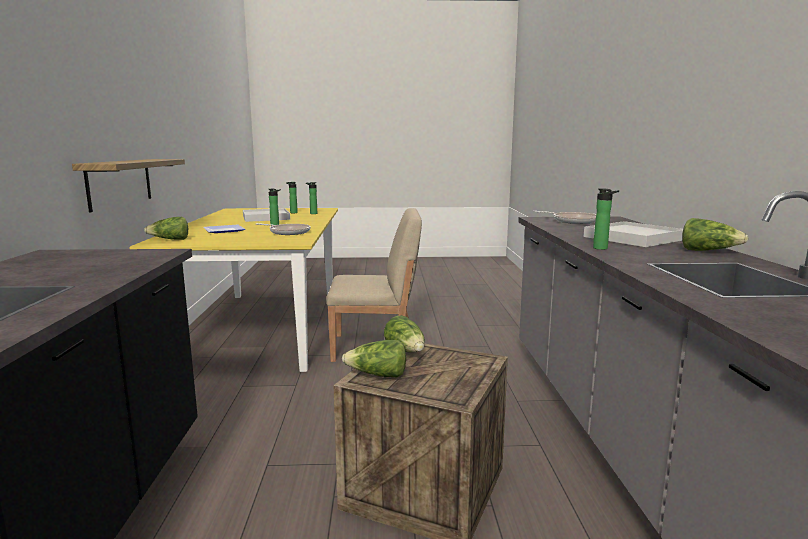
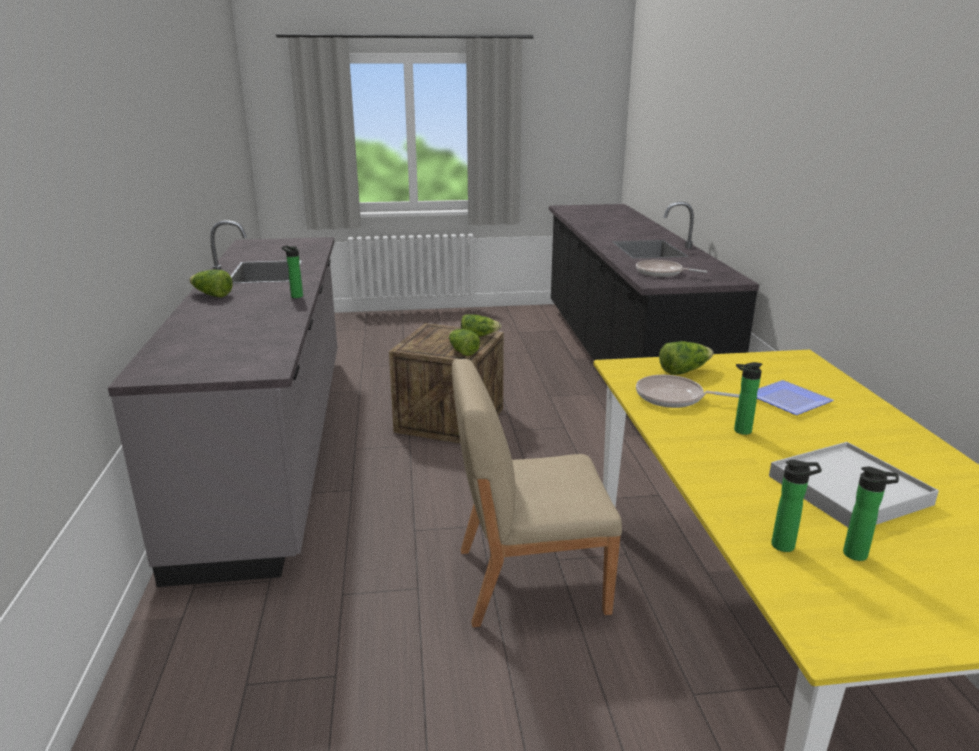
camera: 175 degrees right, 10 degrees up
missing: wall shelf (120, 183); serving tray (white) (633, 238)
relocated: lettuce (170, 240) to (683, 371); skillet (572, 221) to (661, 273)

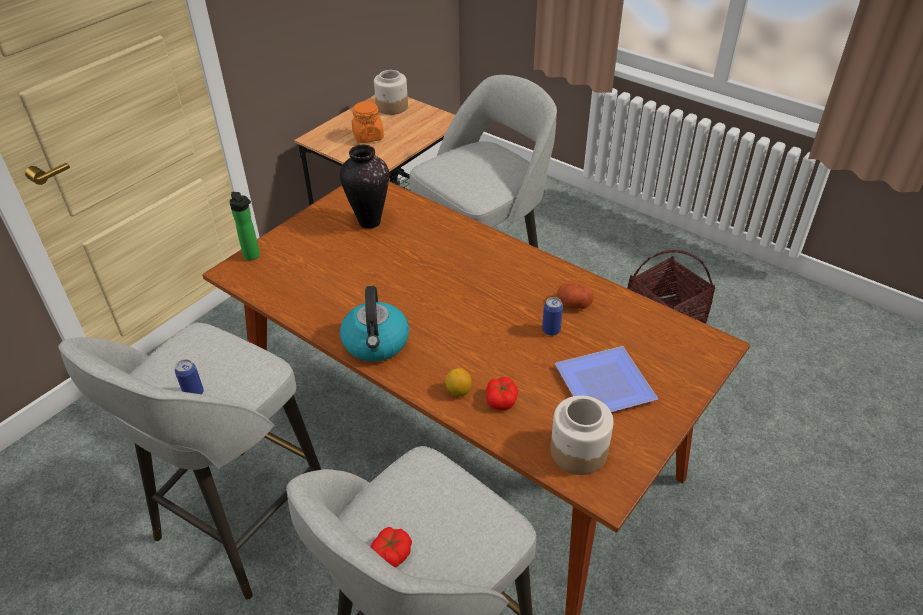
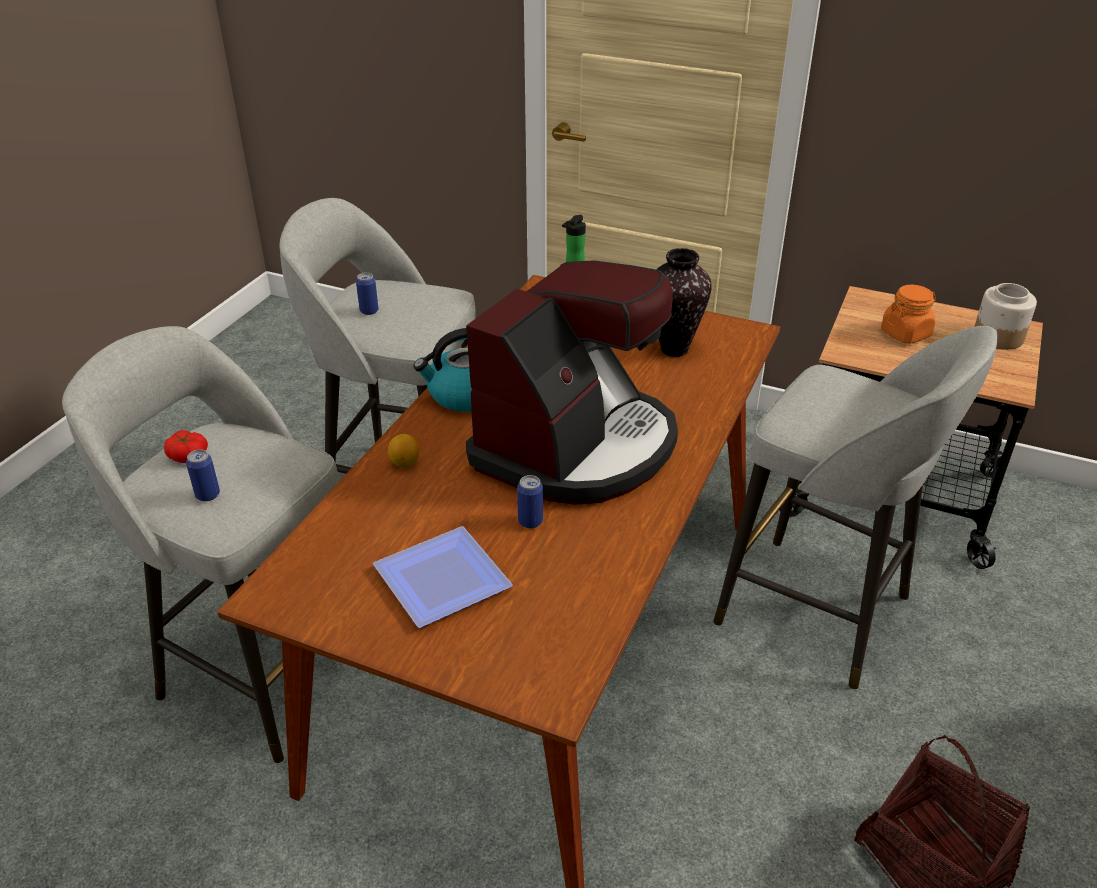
camera: 75 degrees right, 5 degrees down
missing: whole tomato (501, 400); preserve jar (578, 451); potato (573, 303)
appeared: metal can (208, 495); coffee brewer (577, 446)

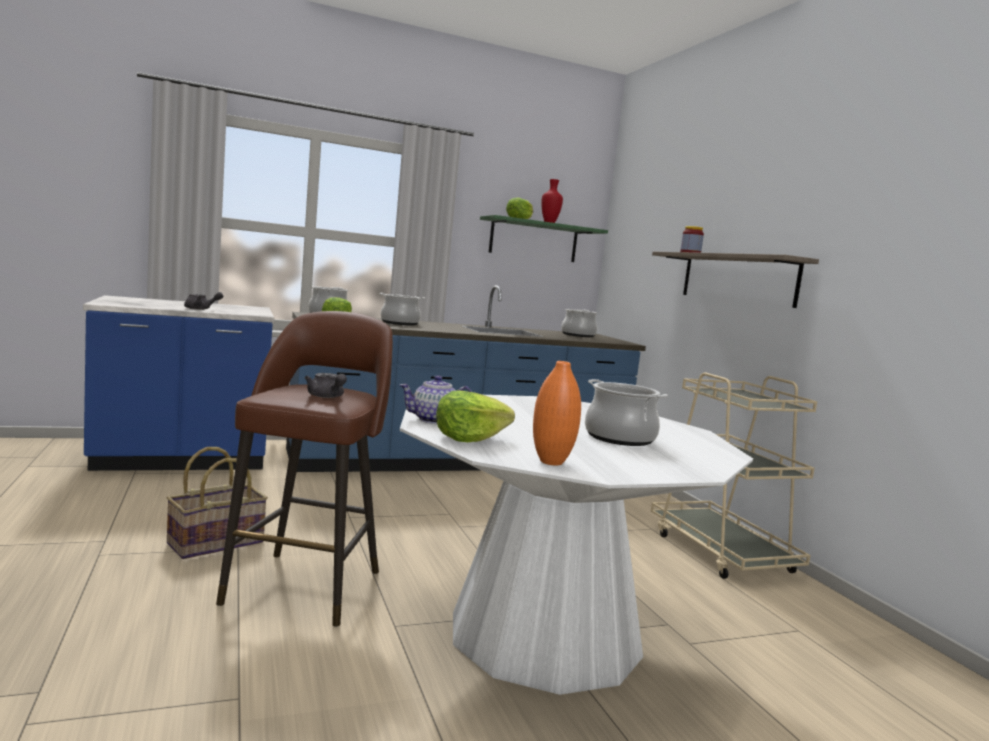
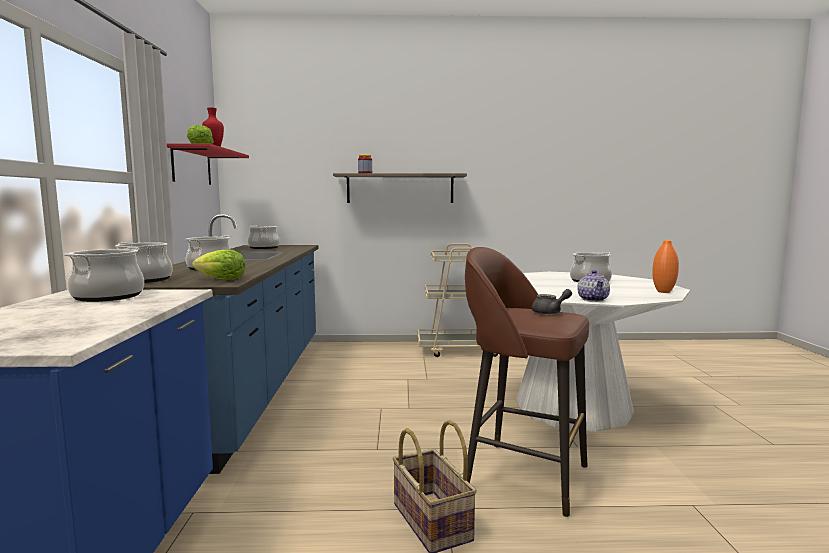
camera: 70 degrees left, 0 degrees up
missing: teapot (greyish) (201, 309); lettuce (469, 438)
appeared: saucepot (108, 296)
colour: wall shelf (greenish) (533, 240) to wall shelf (reddish) (191, 166)

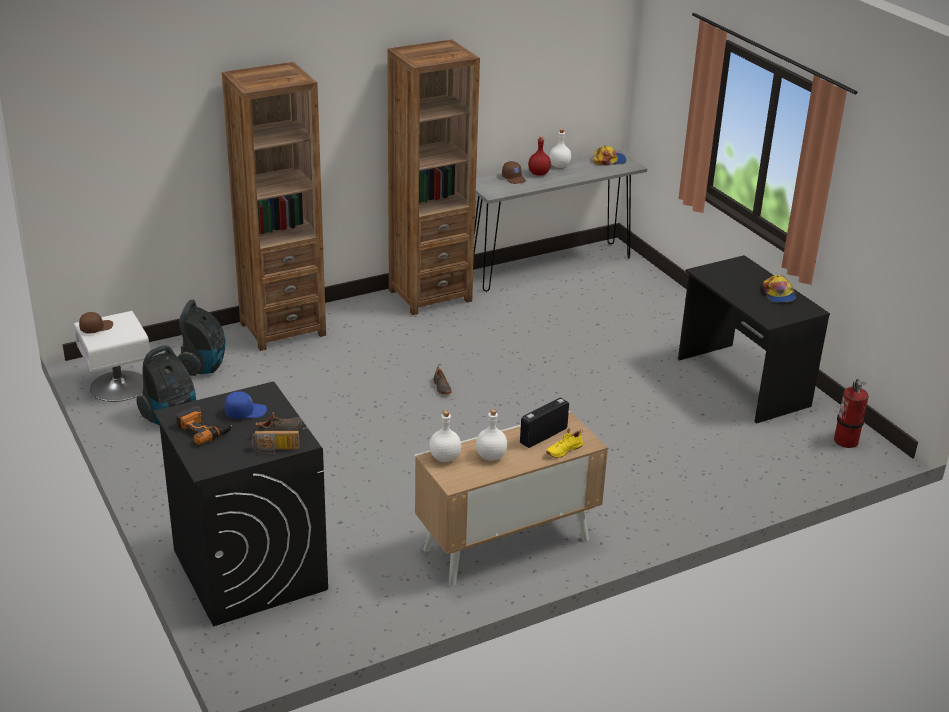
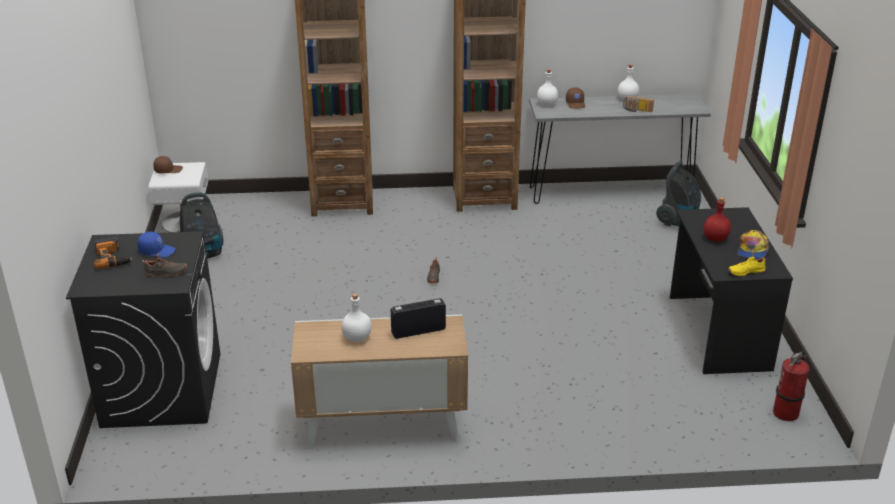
camera: 25 degrees right, 0 degrees up
missing: cap (609, 160)
relocated: vacuum (204, 366) to (678, 220); radio (275, 450) to (637, 110); drink bottle (white) (445, 458) to (546, 104); drink bottle (reddish) (539, 173) to (715, 238); shoe (yellow-coloured) (563, 450) to (745, 271)

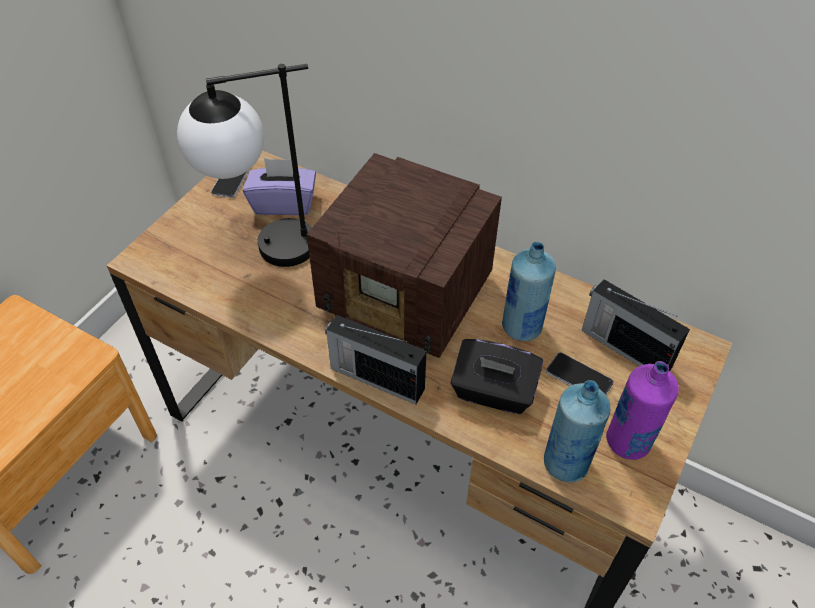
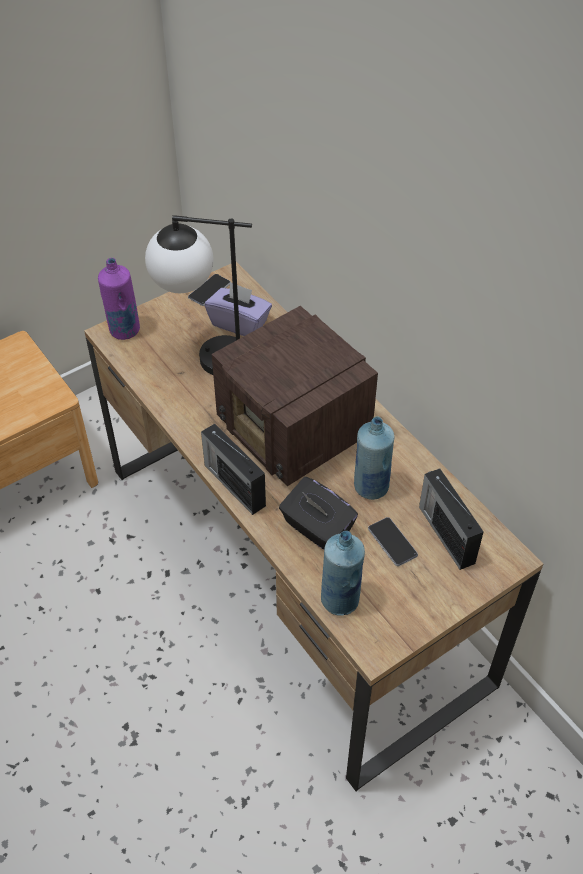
camera: 25 degrees right, 0 degrees up
relocated: drink bottle (purplish) (627, 442) to (124, 330)

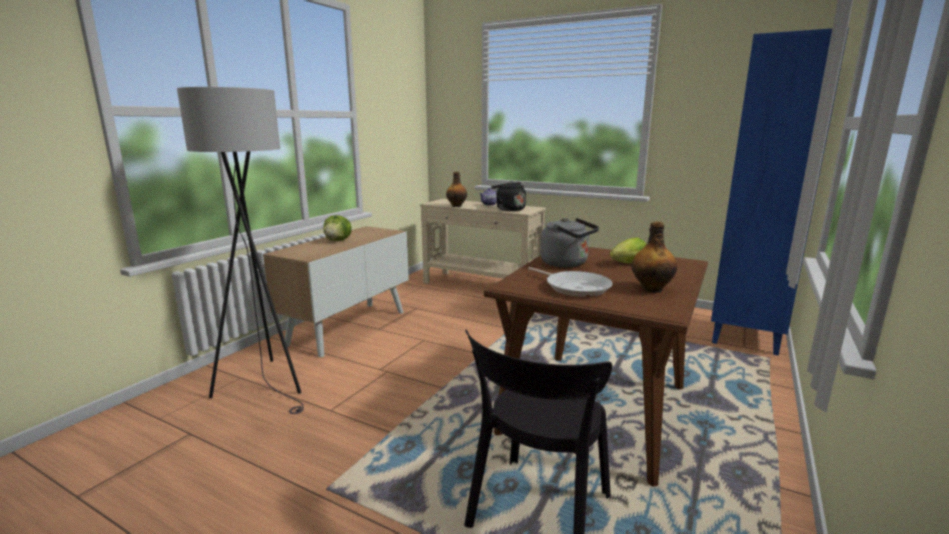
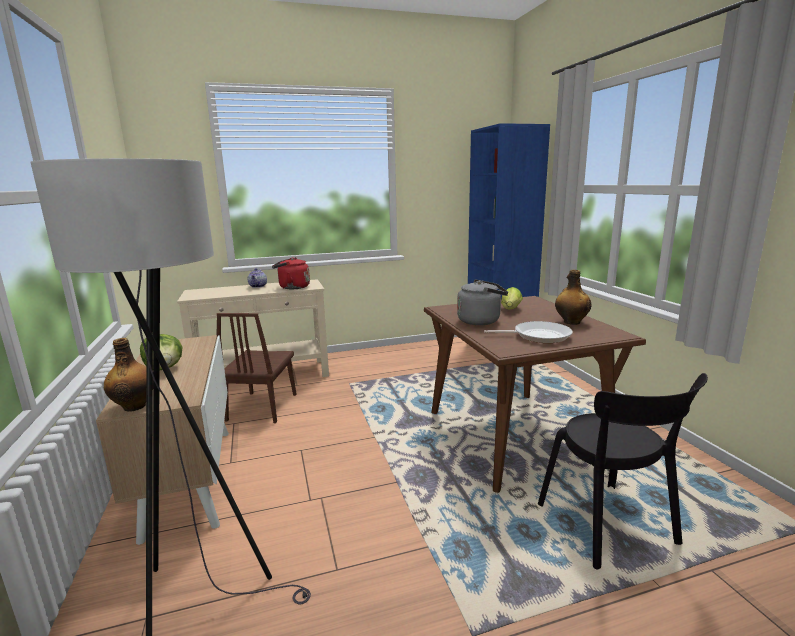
camera: 45 degrees left, 0 degrees up
appeared: plain chair (brown) (262, 407)
relocated: drink bottle (457, 206) to (135, 406)
colour: tea kettle (black-coloured) (508, 209) to tea kettle (reddish) (292, 287)

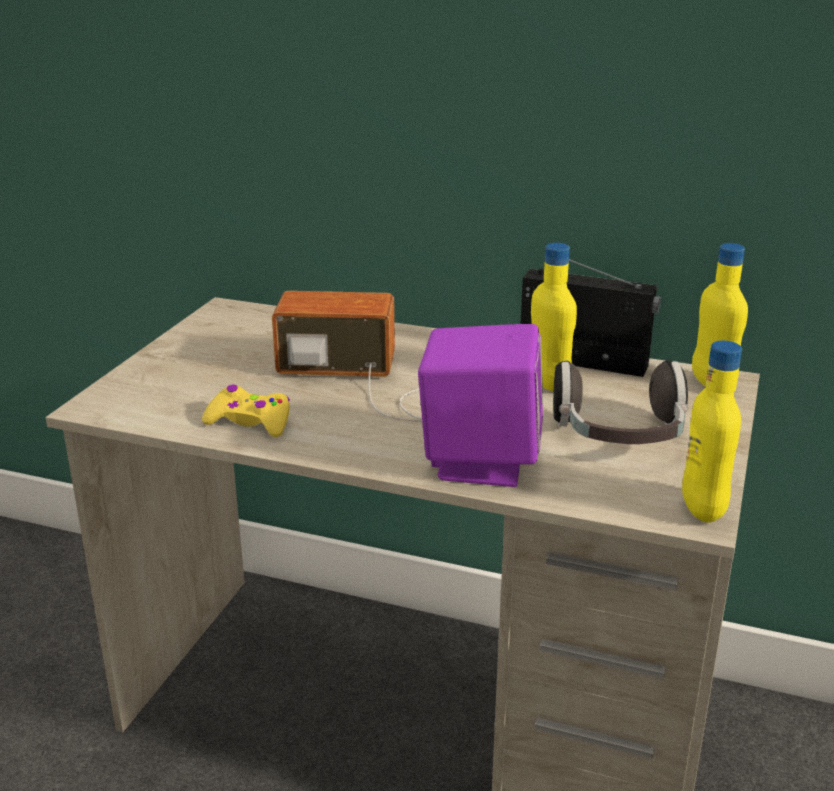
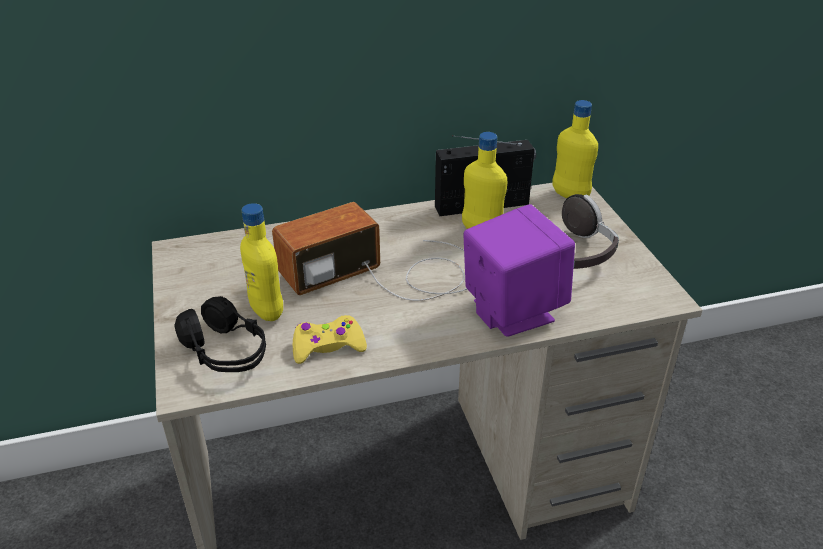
camera: 35 degrees left, 10 degrees up
appeared: headset (black-coloured) (226, 352)
relocated: drink bottle (yellow-coloured) (703, 508) to (267, 311)

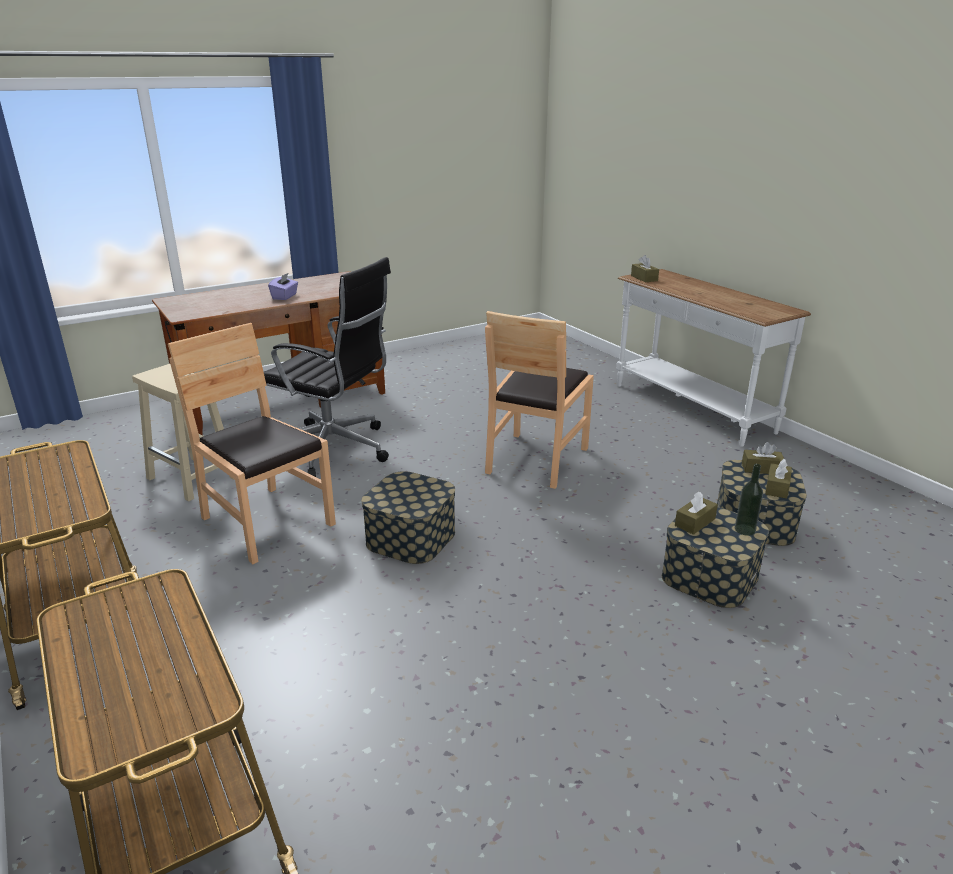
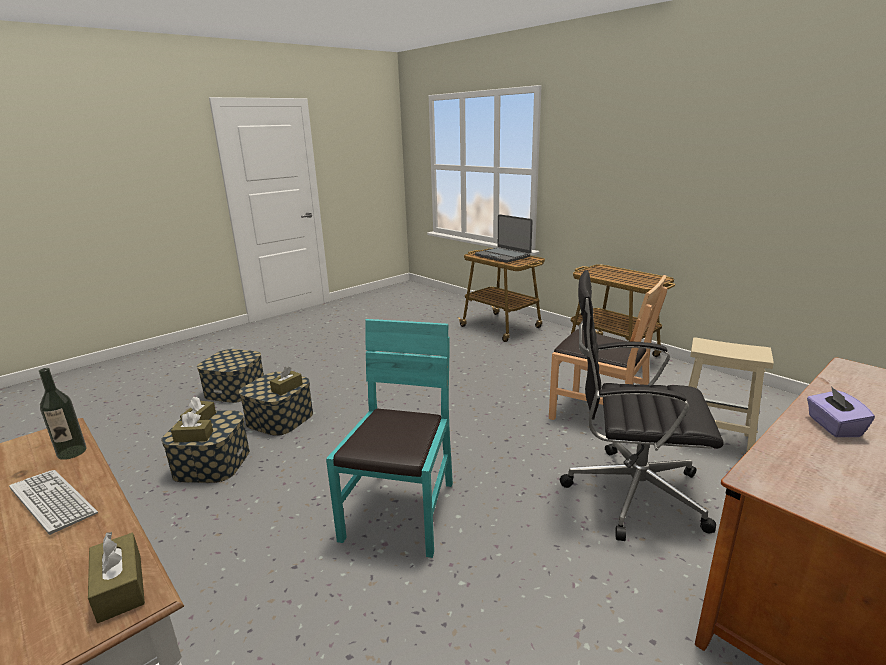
camera: 170 degrees right, 5 degrees down
appeared: keyboard (53, 501); portable computer (503, 256)
relocated: storage bin (411, 537) to (235, 389); drink bottle (744, 530) to (72, 452)
colour: plain chair (brown) (536, 459) to plain chair (blue-green) (401, 511)

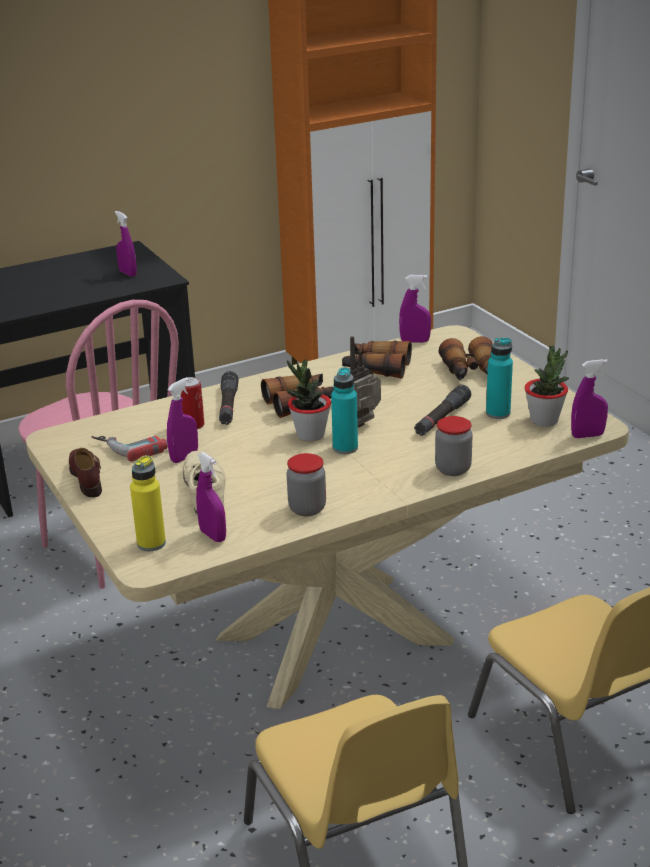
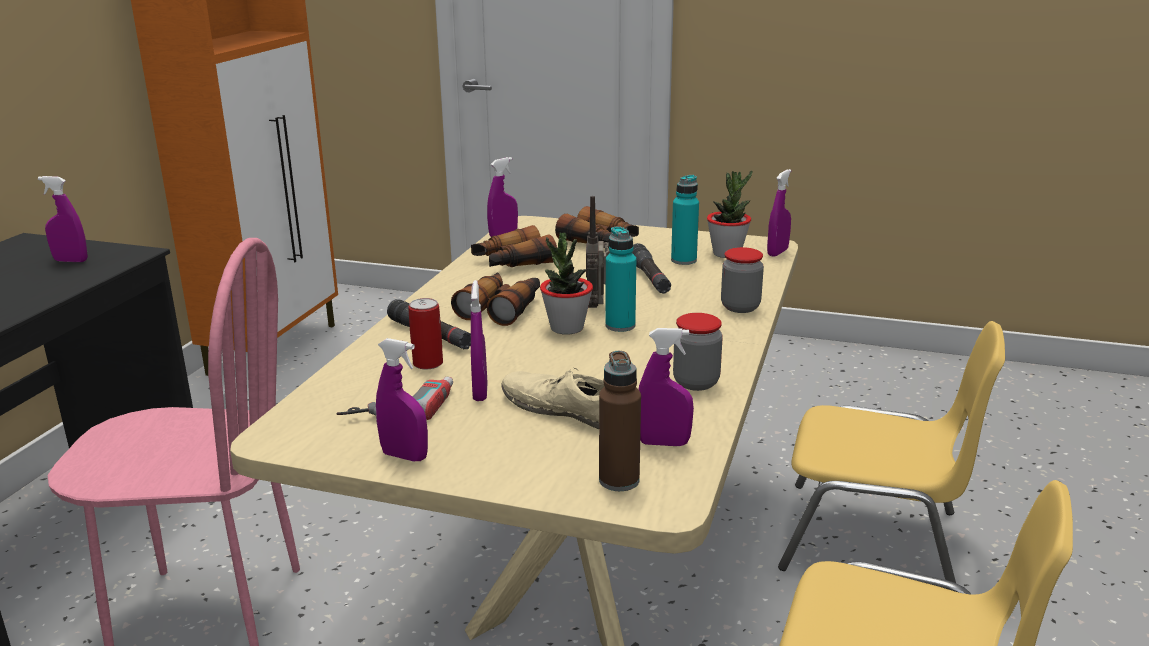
camera: 45 degrees left, 5 degrees down
exchanged: shoe (brown) (86, 477) to hand sprayer (purplish) (404, 456)
colour: drink bottle (yellow-coloured) (151, 543) to drink bottle (brown) (619, 480)

